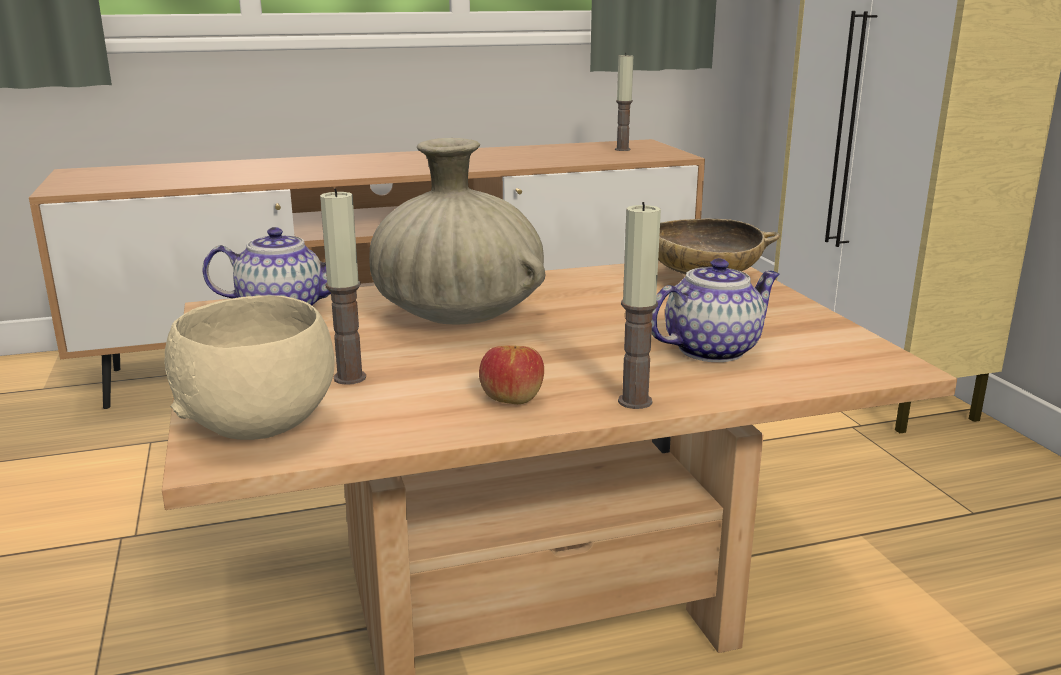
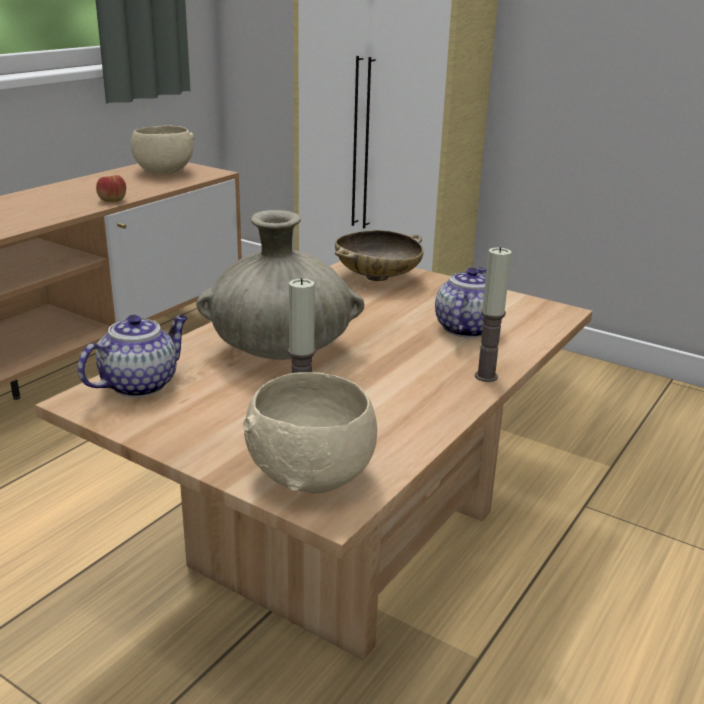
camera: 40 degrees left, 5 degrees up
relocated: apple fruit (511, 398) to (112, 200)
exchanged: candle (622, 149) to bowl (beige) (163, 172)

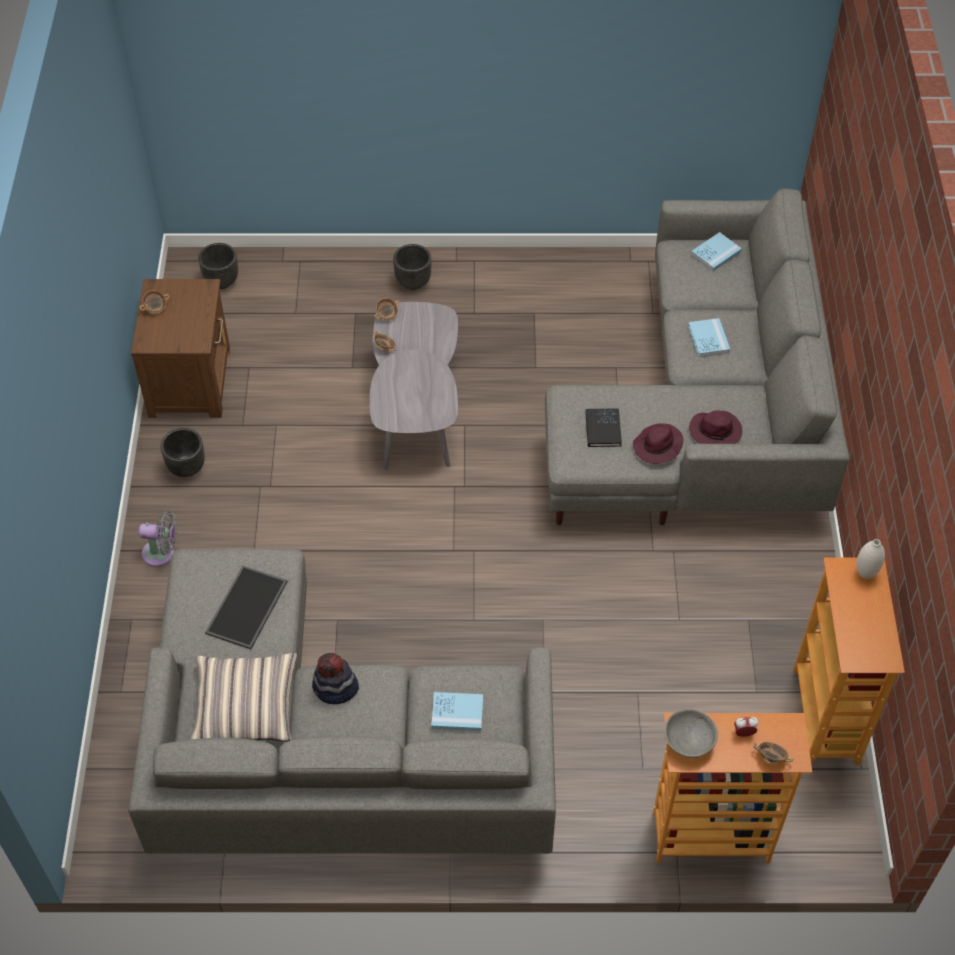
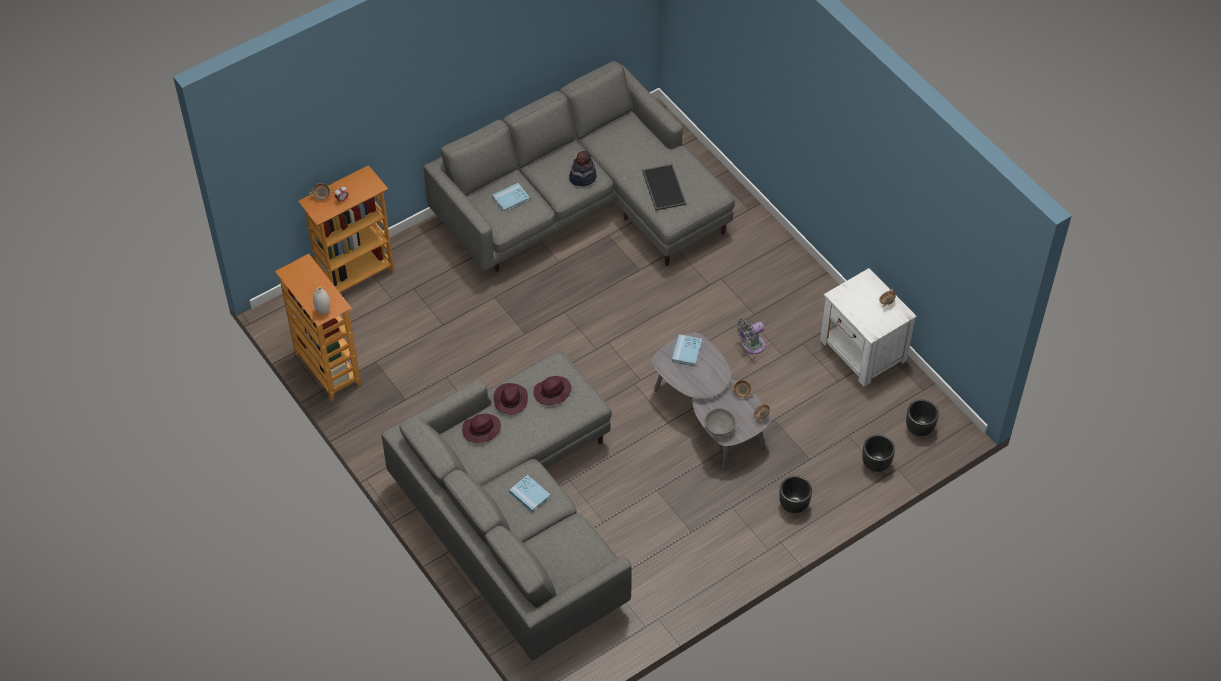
camera: 145 degrees right, 0 degrees up
missing: cushion (245, 705)
relocated: electric fan (greyish) (162, 553) to (751, 346); planter (black-coloured) (186, 468) to (876, 463); bowl (greyish) (689, 741) to (719, 428); volume (bluish) (716, 253) to (687, 351)
exchanged: volume (black-coloured) (603, 429) to clothing hat (purplish) (552, 392)
colour: nightstand (brown) (191, 381) to nightstand (white) (863, 351)

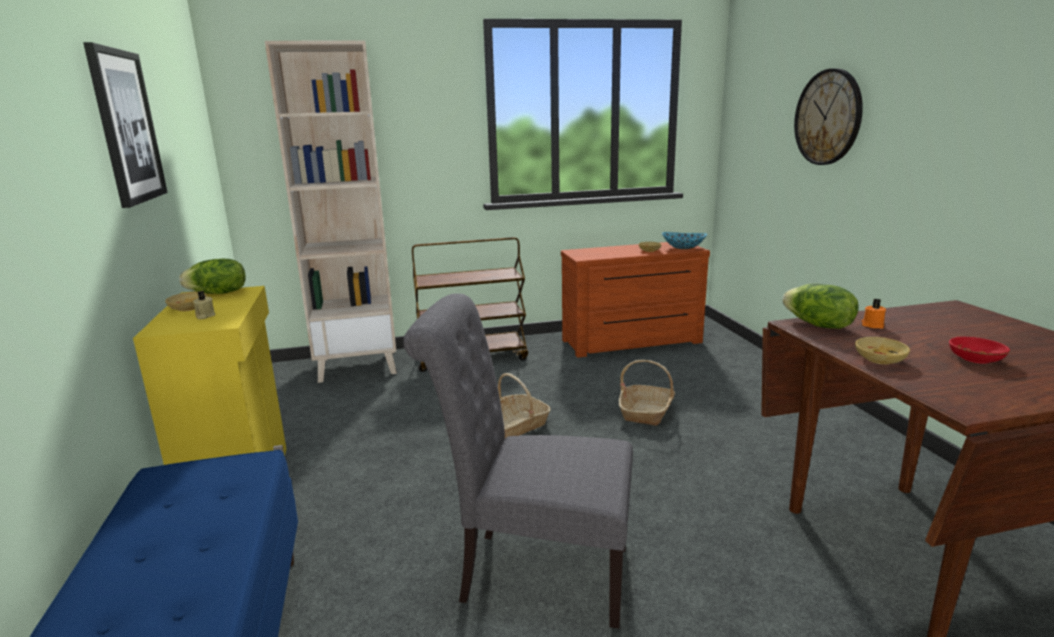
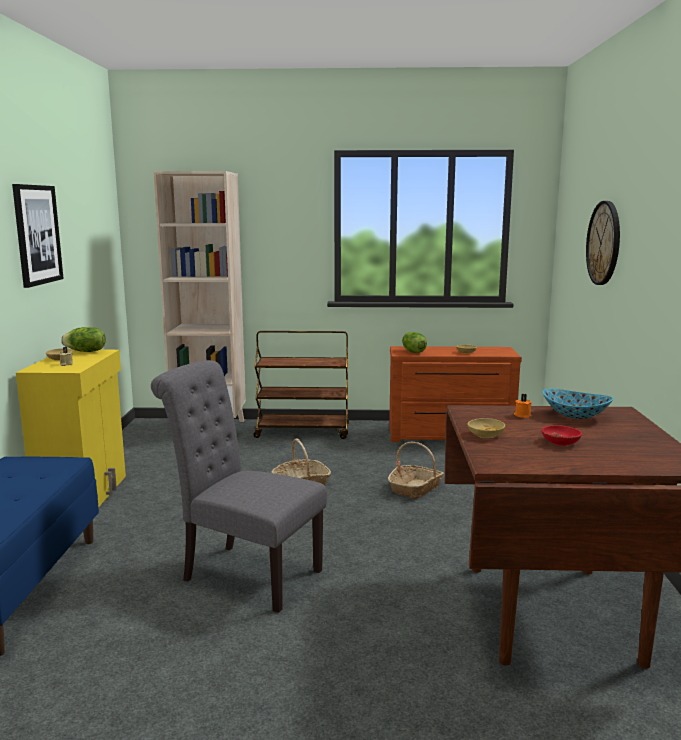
camera: 15 degrees right, 5 degrees down
relocated: bowl (683, 247) to (575, 416); lettuce (818, 325) to (413, 352)

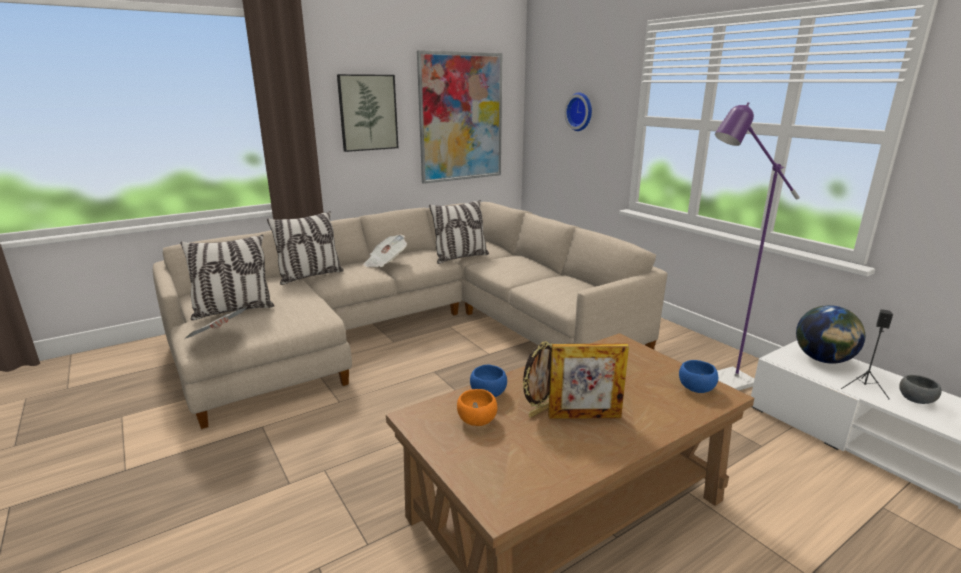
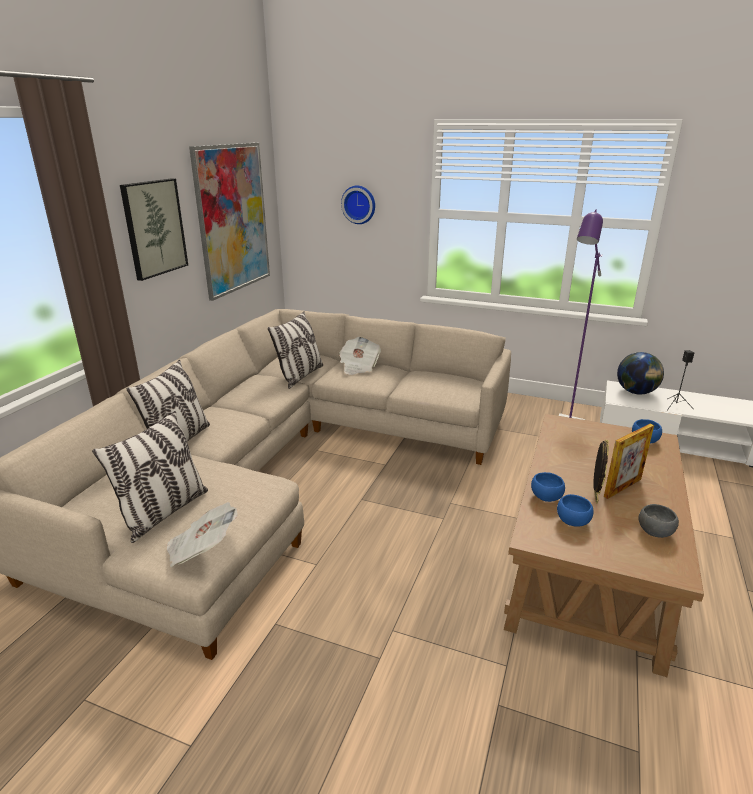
camera: 35 degrees left, 5 degrees up
relocated: printed paper (385, 262) to (358, 366); bowl (greyish) (916, 400) to (655, 531)
colour: bowl (orangey) (476, 420) to bowl (bluish) (572, 522)

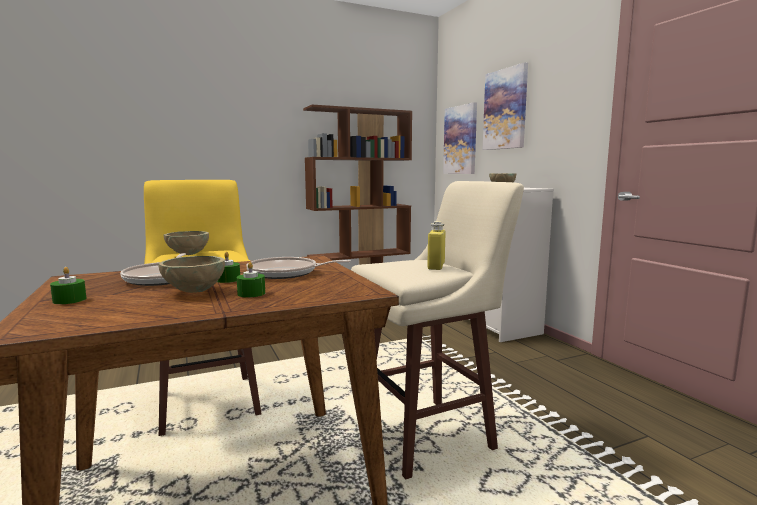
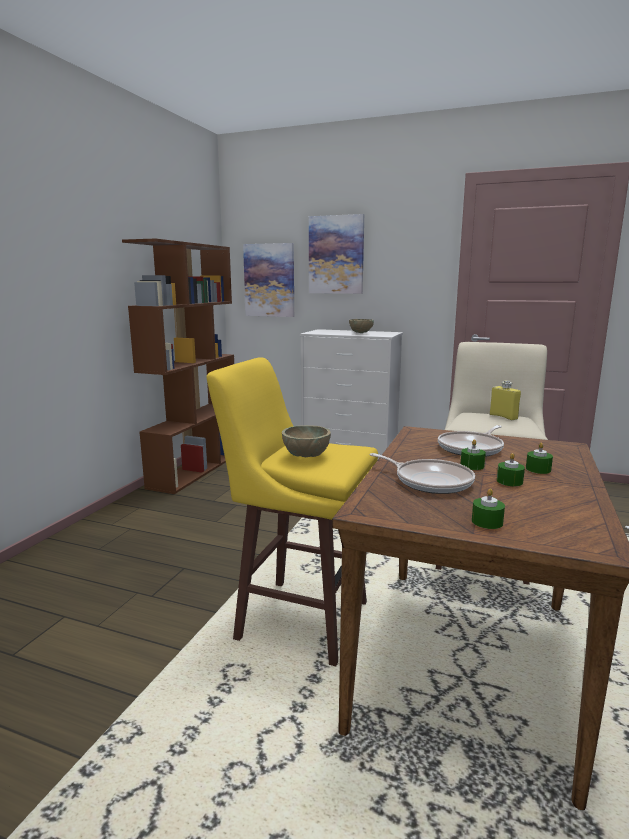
camera: 45 degrees left, 5 degrees up
exchanged: bowl (beige) (195, 292) to candle (greenish) (509, 481)

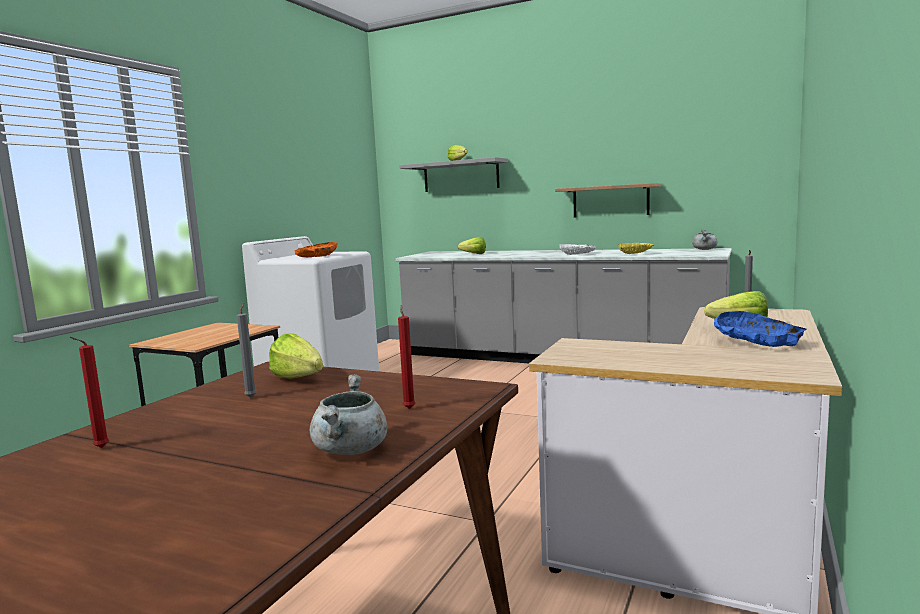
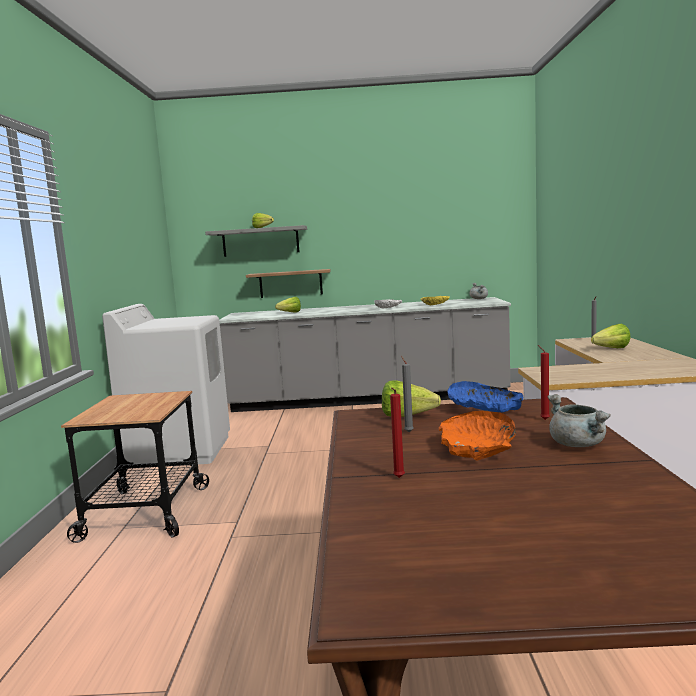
camera: 25 degrees left, 0 degrees up
relocated: bowl (orangey) (317, 256) to (478, 449); wall shelf (610, 201) to (290, 283); bowl (bluish) (756, 342) to (483, 409)

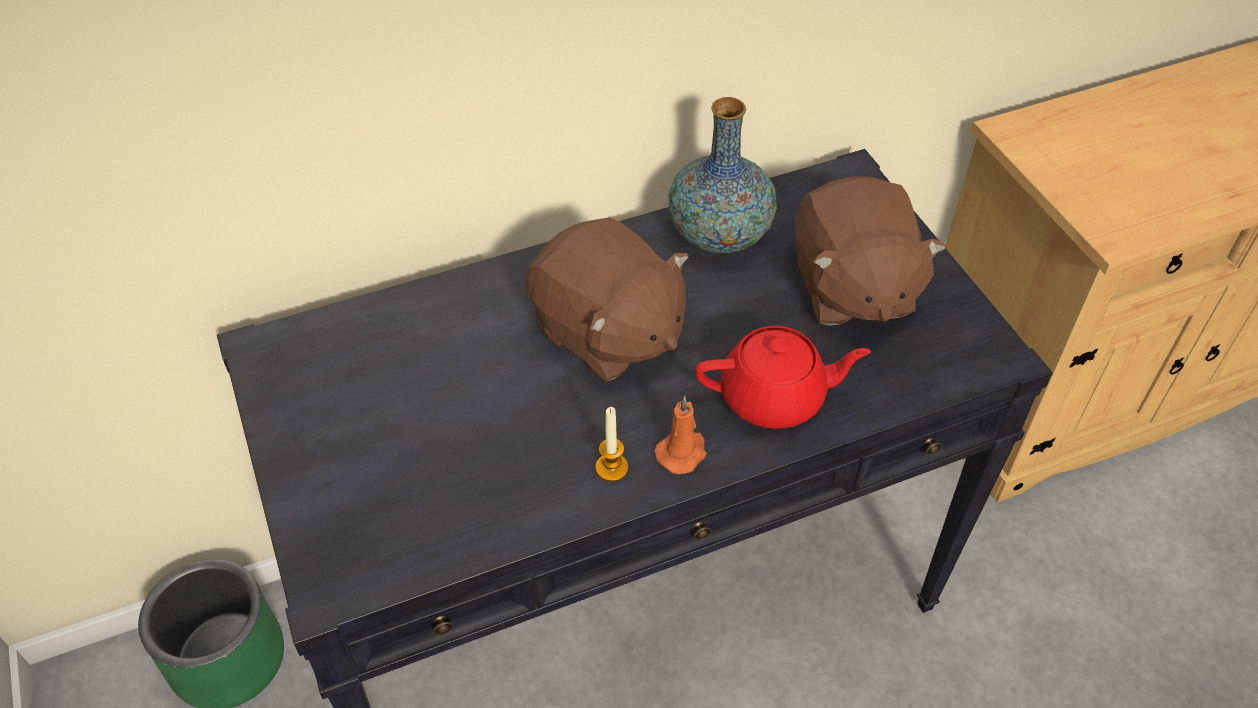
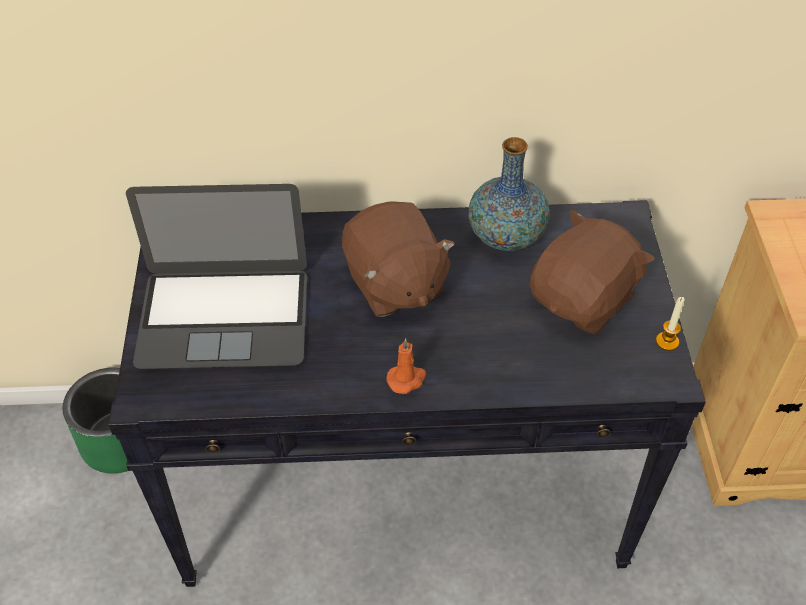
camera: 20 degrees right, 0 degrees up
missing: teapot (reddish) (774, 397)
appeared: portable computer (224, 317)
relocated: candle (611, 468) to (667, 341)
spun: soft toy (brown) (851, 288) = (584, 300) 150 degrees counterclockwise

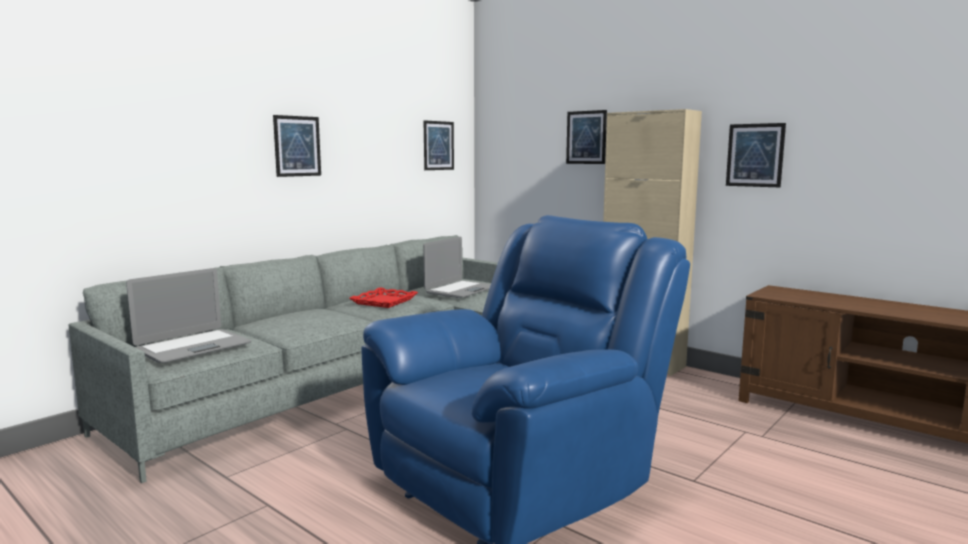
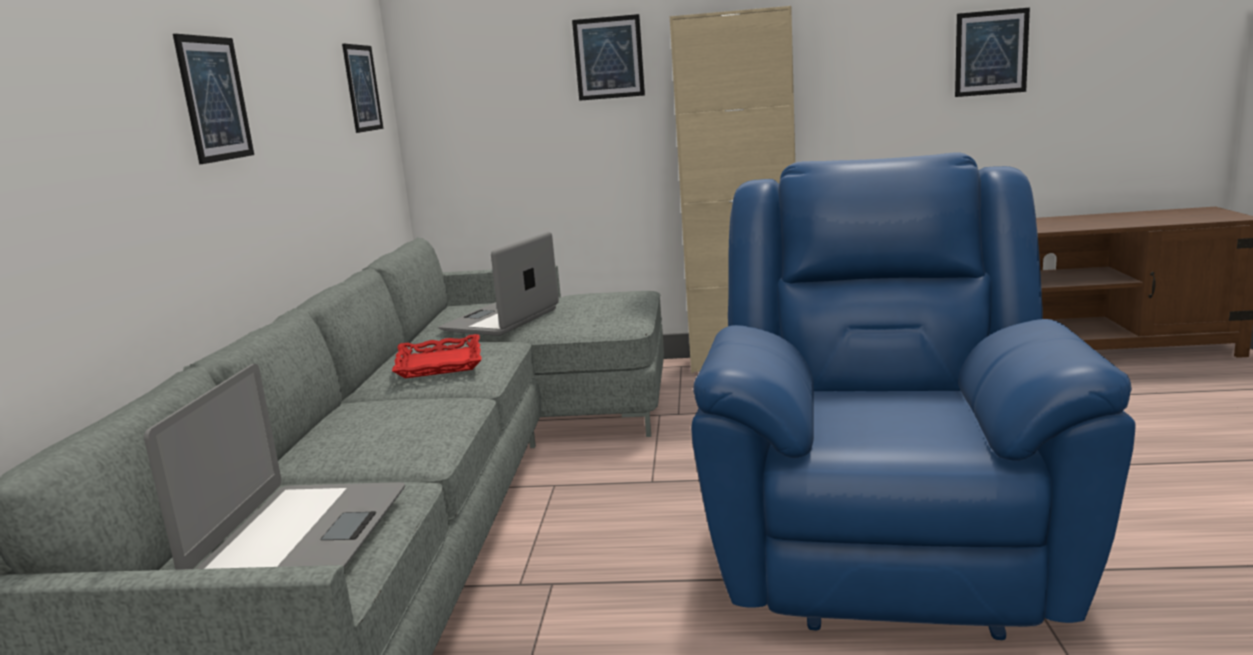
camera: 35 degrees left, 5 degrees up
relocated: picture (755, 155) to (991, 53)
spun: portable computer (461, 290) = (502, 320) 150 degrees counterclockwise

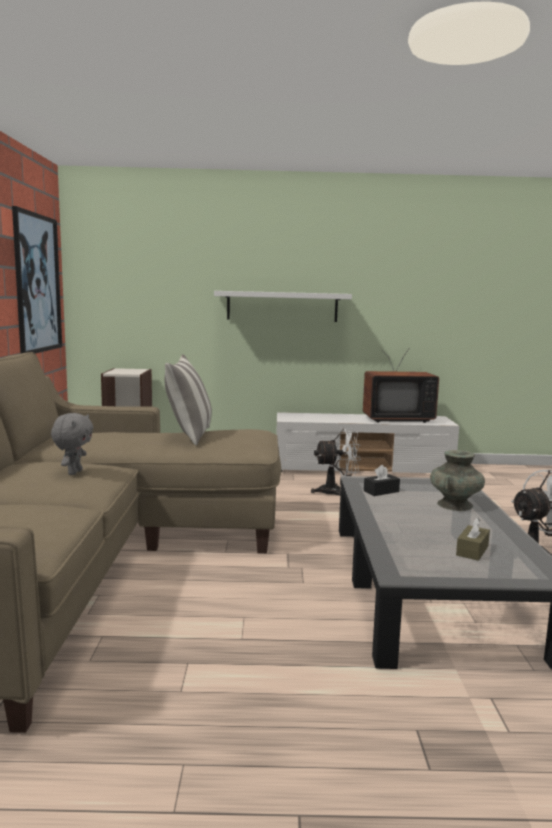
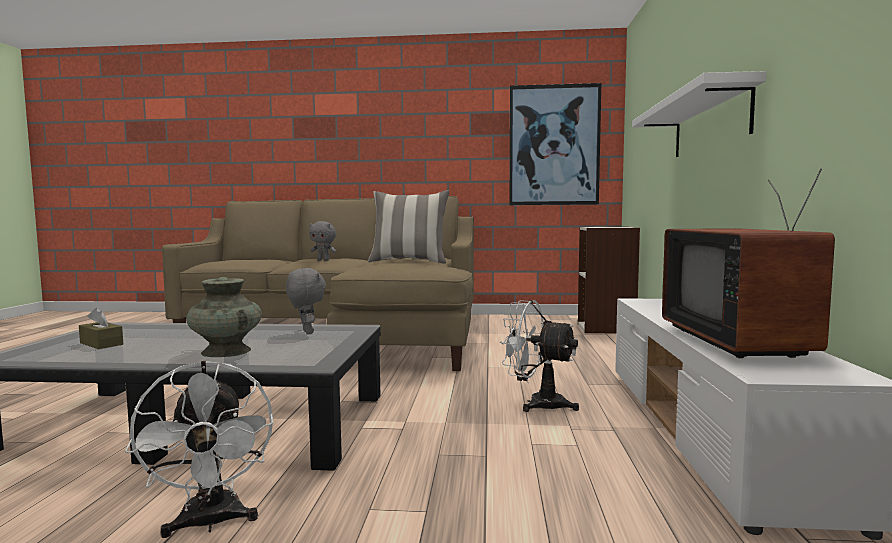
camera: 95 degrees right, 5 degrees down
exchanged: tissue holder (black-coloured) (381, 491) to soft toy (greyish) (306, 332)
spun: electric fan (white) (336, 492) = (537, 403) 120 degrees clockwise

